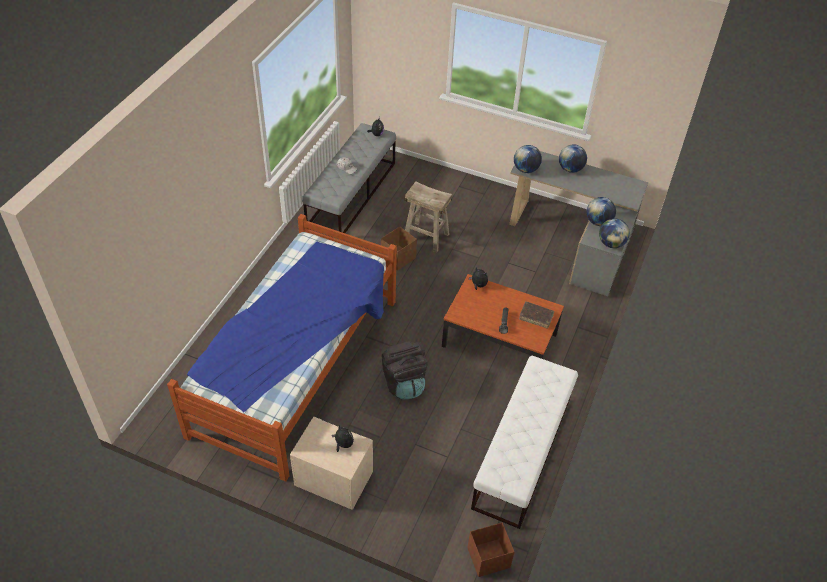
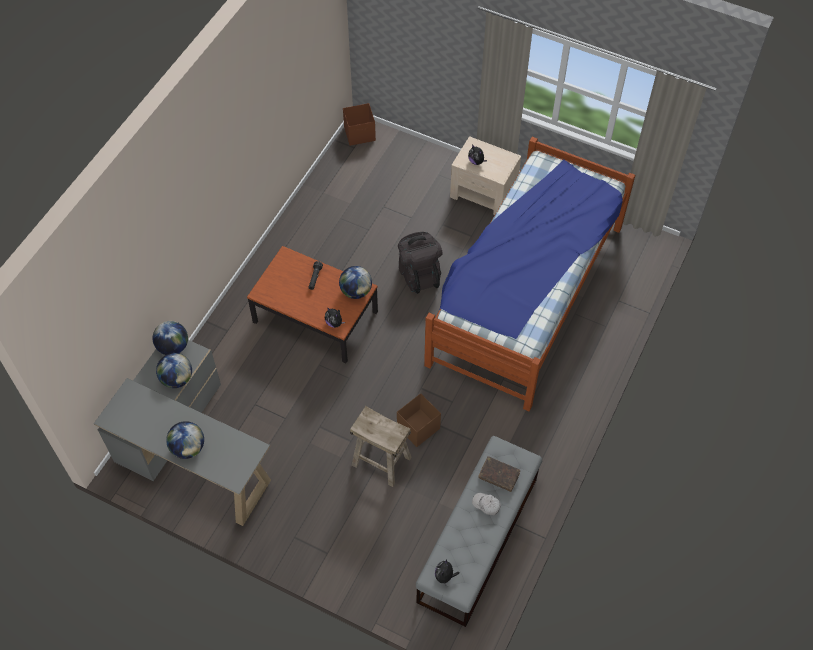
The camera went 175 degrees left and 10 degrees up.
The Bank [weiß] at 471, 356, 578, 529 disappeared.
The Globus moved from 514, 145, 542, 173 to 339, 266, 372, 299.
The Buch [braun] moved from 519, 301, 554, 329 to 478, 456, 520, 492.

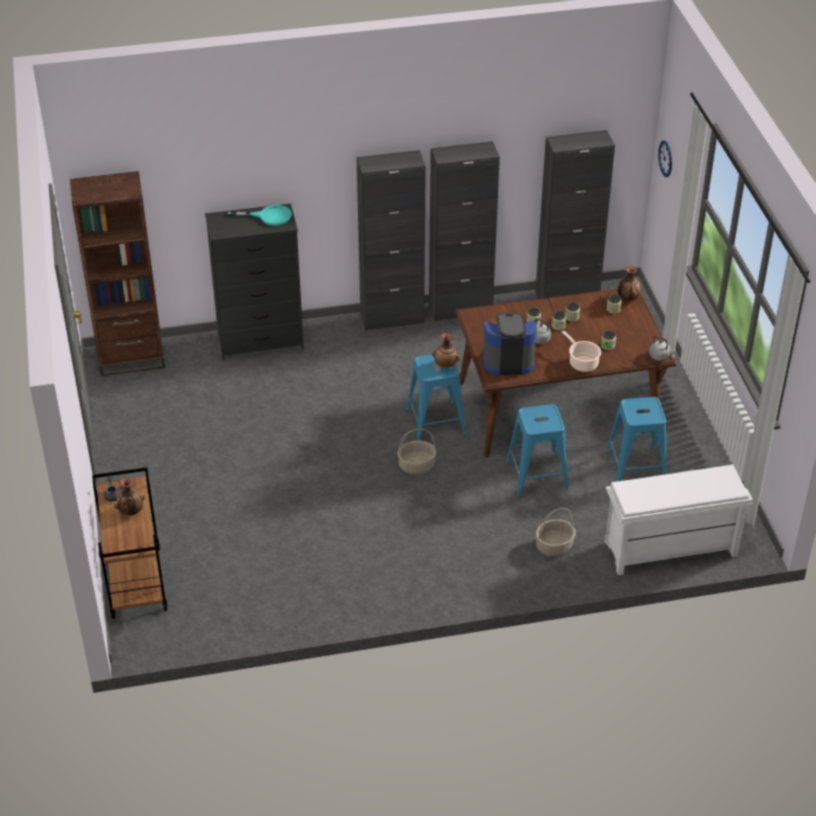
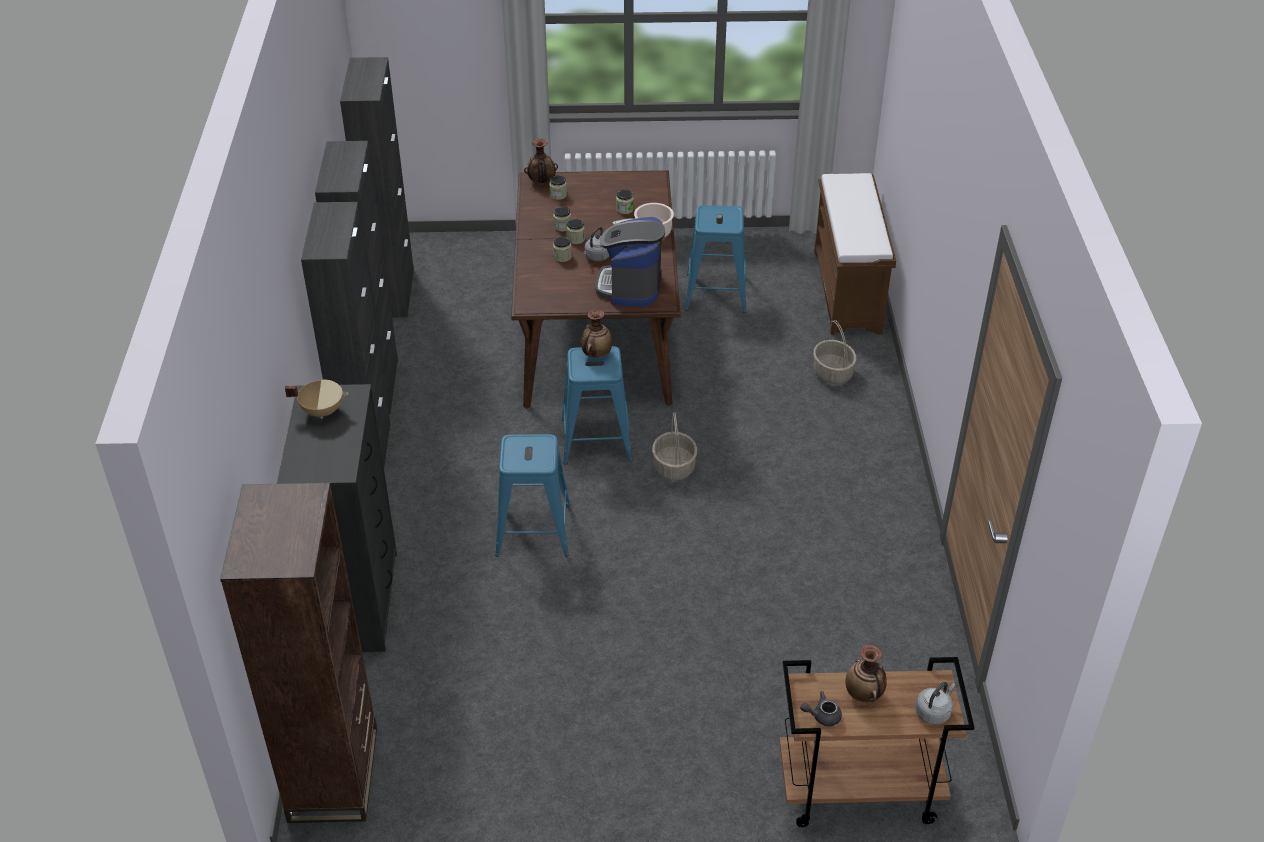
The camera went 80 degrees left and 0 degrees up.
The Wanduhr at 658, 141, 672, 177 disappeared.
The Hocker [blau] moved from 506, 404, 569, 497 to 495, 434, 570, 557.
The Wasserkessel [grau] moved from 649, 336, 675, 361 to 915, 682, 956, 725.
The Pfanne [türkis] at 228, 205, 292, 226 was replaced by the Kochtopf [beige] at 285, 380, 349, 419.
The Bank [weiß] at 605, 465, 753, 575 became the Bank [braun] at 814, 173, 896, 335.

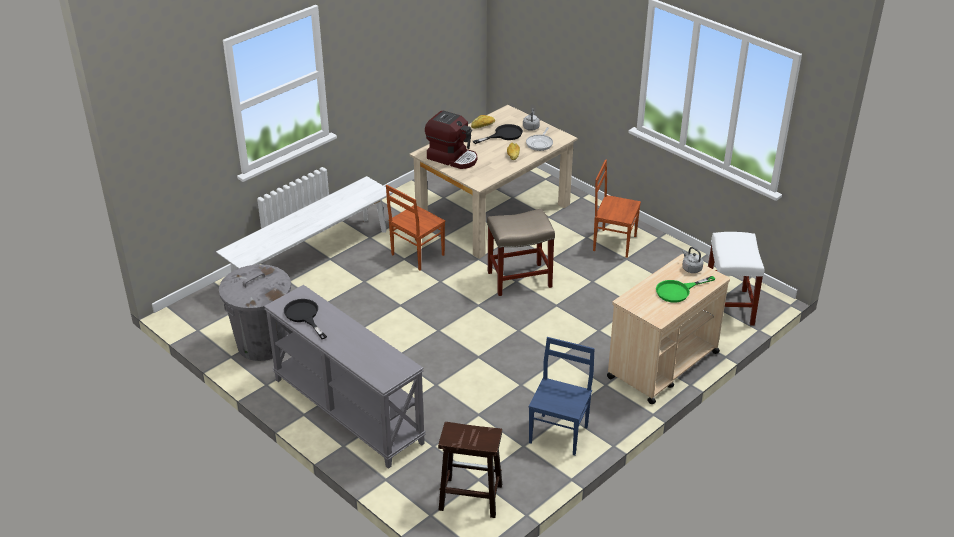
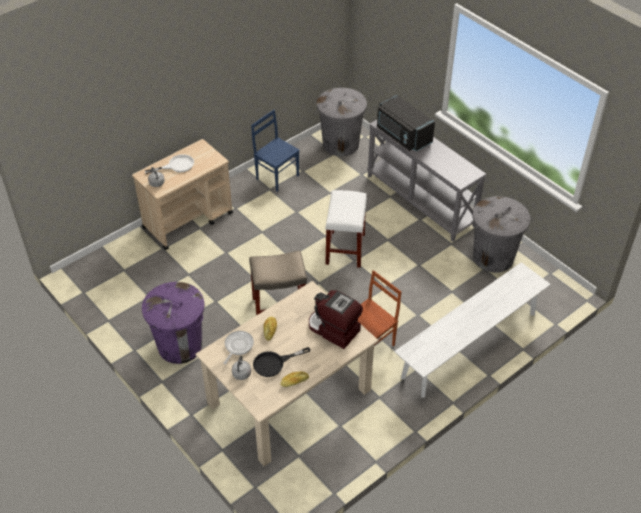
The camera went 175 degrees left and 10 degrees up.
The Pfanne [schwarz] at 284, 299, 327, 339 disappeared.
The Mikrowelle [schwarz] at 377, 94, 435, 152 appeared.
The Hocker [weiß] moved from 708, 232, 764, 326 to 325, 190, 367, 268.
The Hocker [braun] at 438, 422, 502, 518 was replaced by the Mülleimer [grau] at 317, 88, 367, 156.
The Stuhl [braun] at 593, 159, 641, 258 was replaced by the Mülleimer [lila] at 142, 282, 204, 364.
The Pfanne [grün] at 656, 276, 715, 303 became the Pfanne [weiß] at 145, 154, 194, 174.
The Stuhl [blau] at 528, 337, 595, 456 turned 105 degrees clockwise.

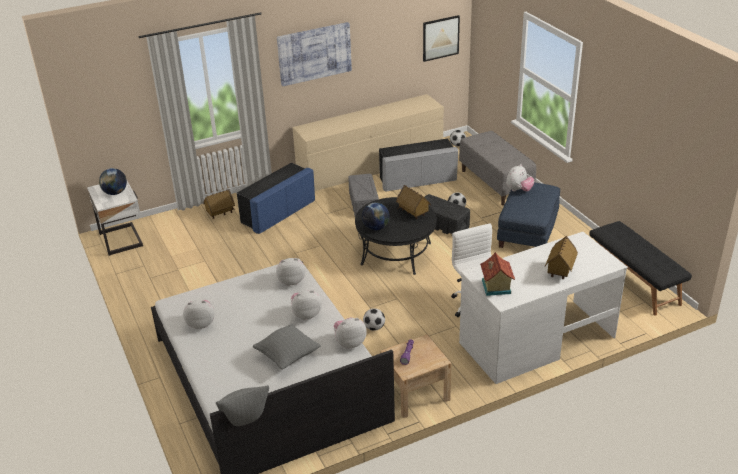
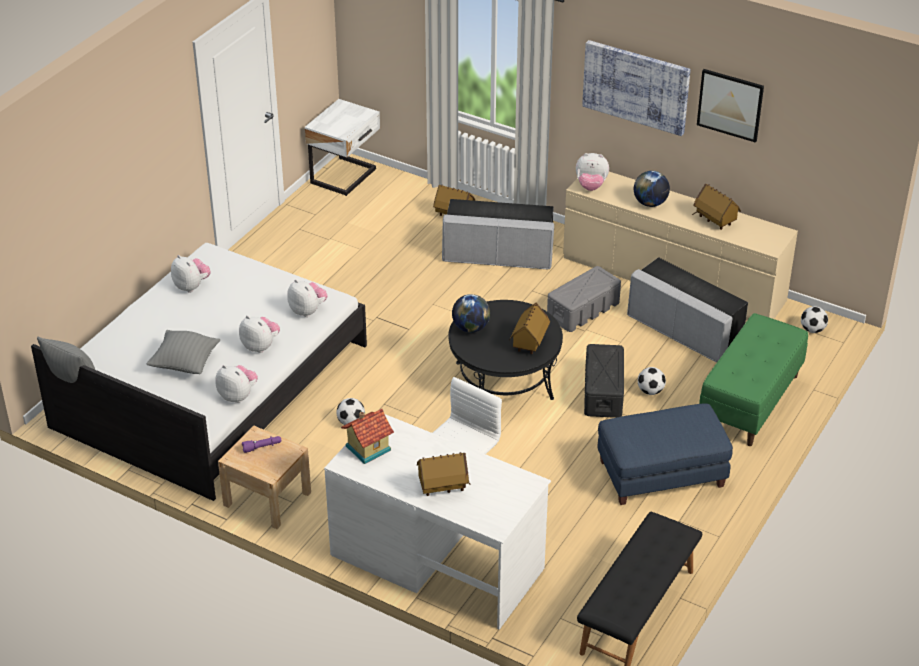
The camera went 55 degrees right and 5 degrees up.
The Spielzeughaus at 692, 183, 741, 230 appeared.
The Globus moved from 99, 168, 127, 195 to 634, 171, 670, 207.
The Bild moved from 423, 15, 460, 62 to 697, 69, 764, 143.
The Plüschtier moved from 506, 164, 535, 192 to 576, 153, 609, 191.
The Polsterhocker [blau] at 237, 163, 315, 234 became the Polsterhocker [grau] at 442, 199, 554, 269.
The Bank [grau] at 459, 131, 536, 206 became the Bank [grün] at 699, 313, 808, 446.

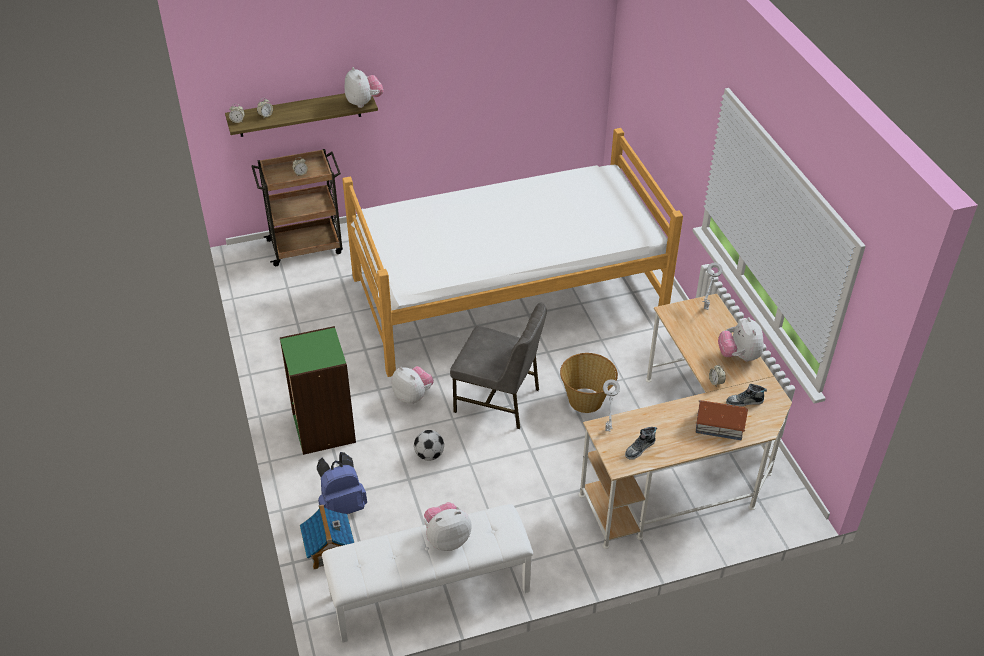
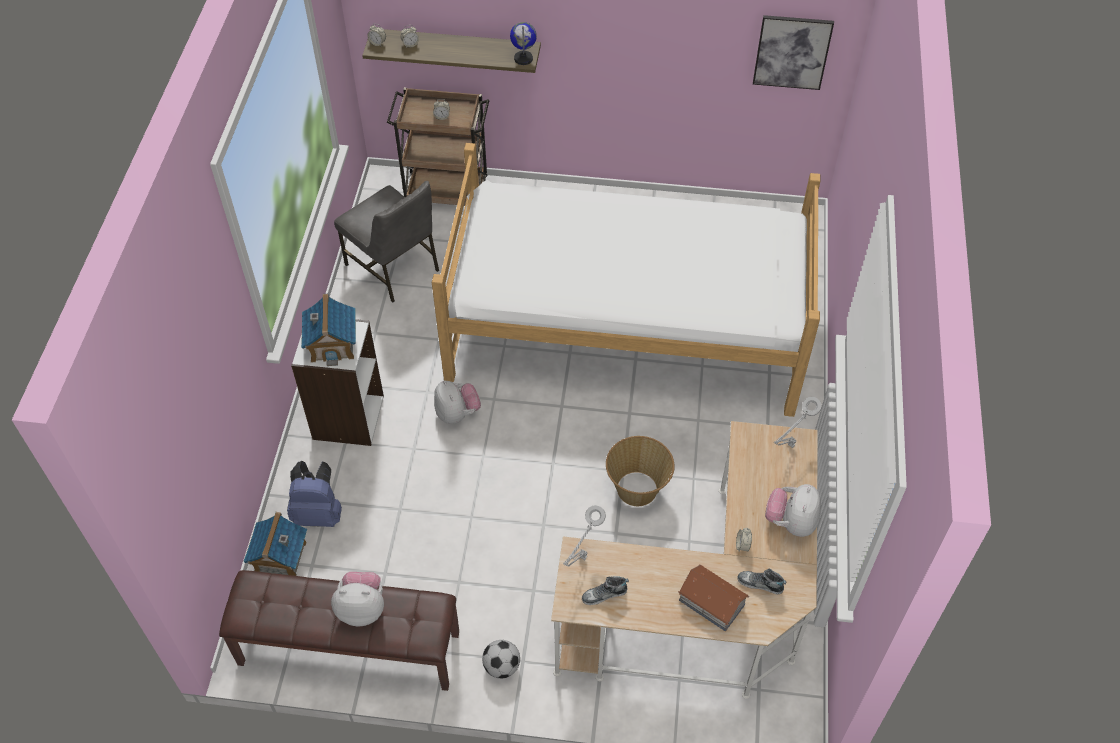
The camera went 25 degrees right and 10 degrees up.
The Spielzeughaus at 301, 294, 356, 366 appeared.
The Bild at 753, 15, 834, 90 appeared.
The Fußball moved from 414, 430, 444, 461 to 482, 640, 520, 679.
The Stuhl [grau] moved from 450, 302, 547, 429 to 334, 181, 439, 302.
The Plüschtier at 345, 67, 383, 108 was replaced by the Globus at 510, 22, 537, 65.
The Bücherregal [grün] at 280, 326, 356, 455 became the Bücherregal [weiß] at 291, 319, 384, 446.
The Bank [weiß] at 322, 504, 533, 643 became the Bank [braun] at 219, 570, 459, 691.

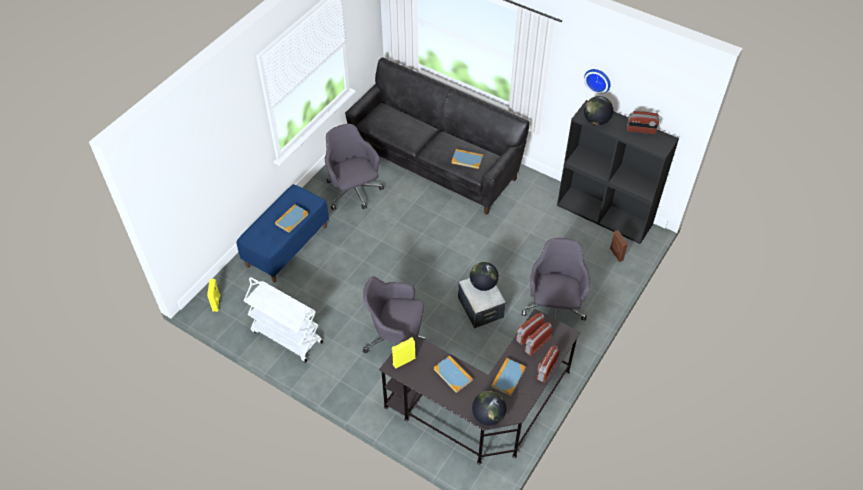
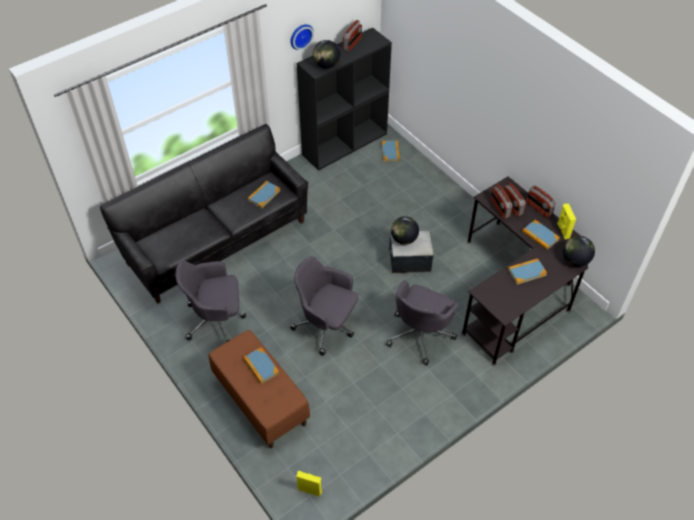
The camera went 70 degrees left and 0 degrees up.
The Rollwagen [weiß] at 244, 277, 323, 363 disappeared.
The Lautsprecher [gelb] moved from 392, 337, 415, 368 to 557, 203, 576, 239.
The Bürostuhl [grau] moved from 522, 238, 590, 320 to 290, 256, 358, 356.
The Lautsprecher [braun] at 610, 230, 628, 262 was replaced by the Buch at 382, 141, 400, 162.
The Bank [blau] at 237, 184, 329, 283 became the Bank [braun] at 209, 330, 310, 448.

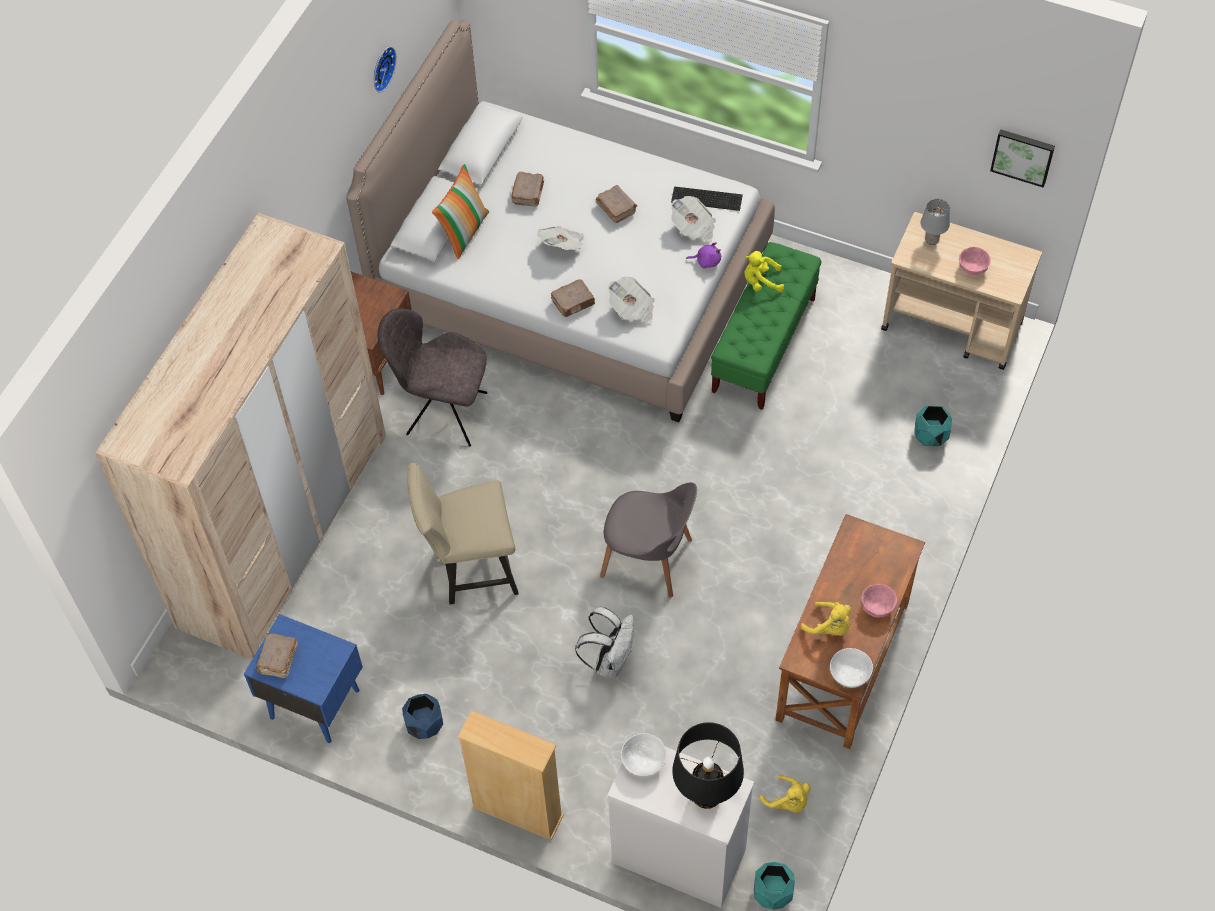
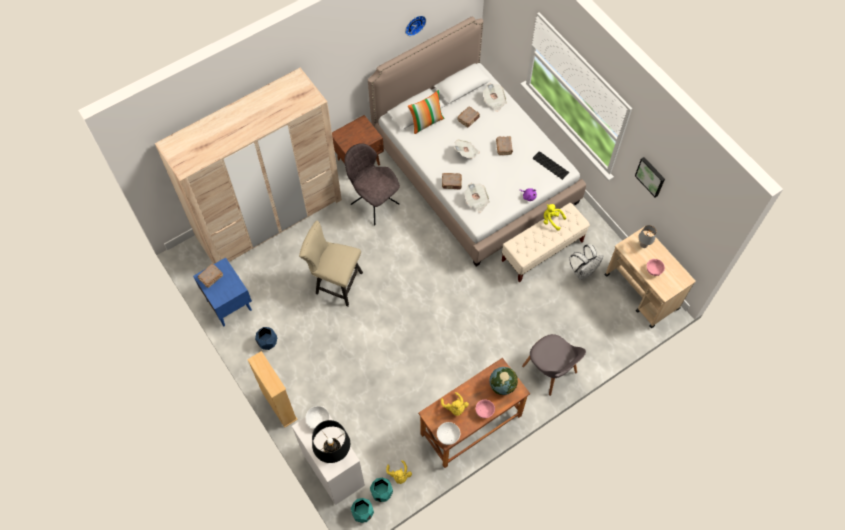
The camera went 30 degrees right and 5 degrees up.
The Globus at 489, 367, 518, 395 appeared.
The Rucksack [weiß] moved from 575, 607, 634, 678 to 570, 244, 604, 280.
The Stuhl [grau] moved from 600, 482, 697, 597 to 522, 334, 586, 396.
The Zeitung moved from 671, 196, 716, 243 to 483, 83, 507, 112.
The Pflanzkübel [türkis] moved from 914, 406, 952, 446 to 370, 478, 393, 502.
The Bild moved from 990, 129, 1055, 188 to 635, 157, 665, 197.
The Bank [grün] at 711, 242, 821, 410 became the Bank [beige] at 502, 203, 590, 282.

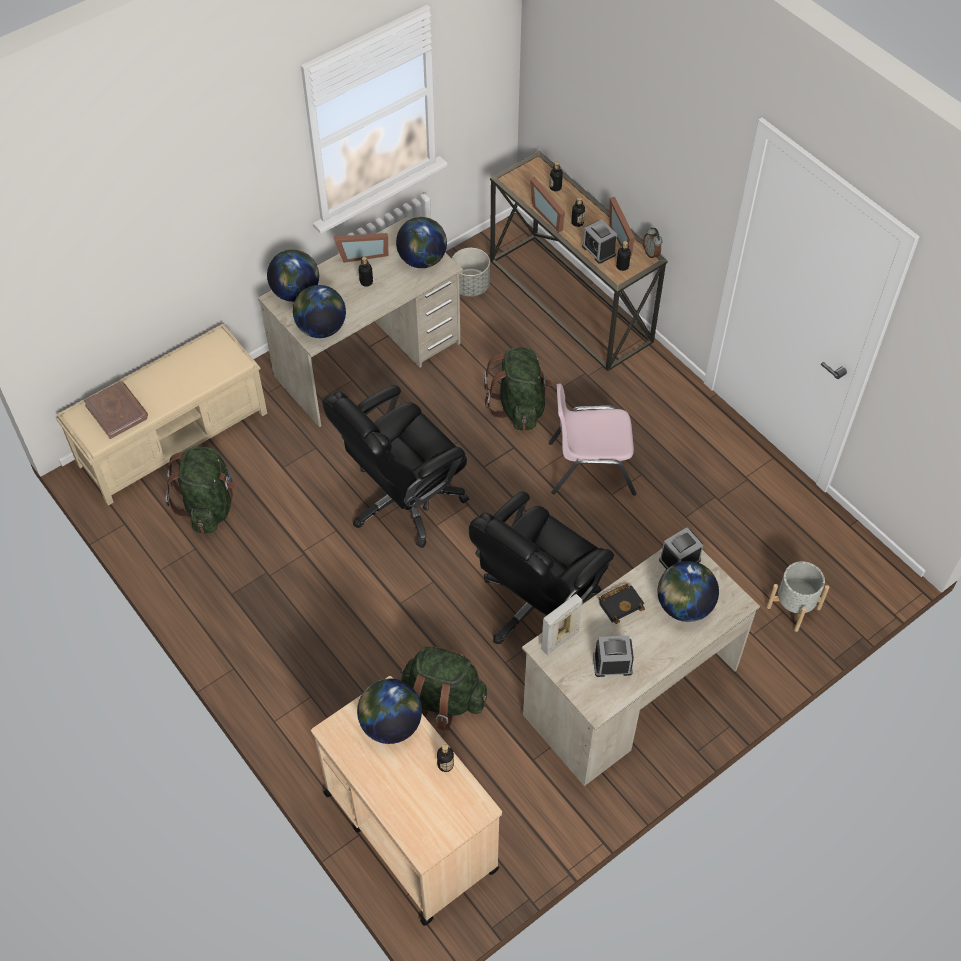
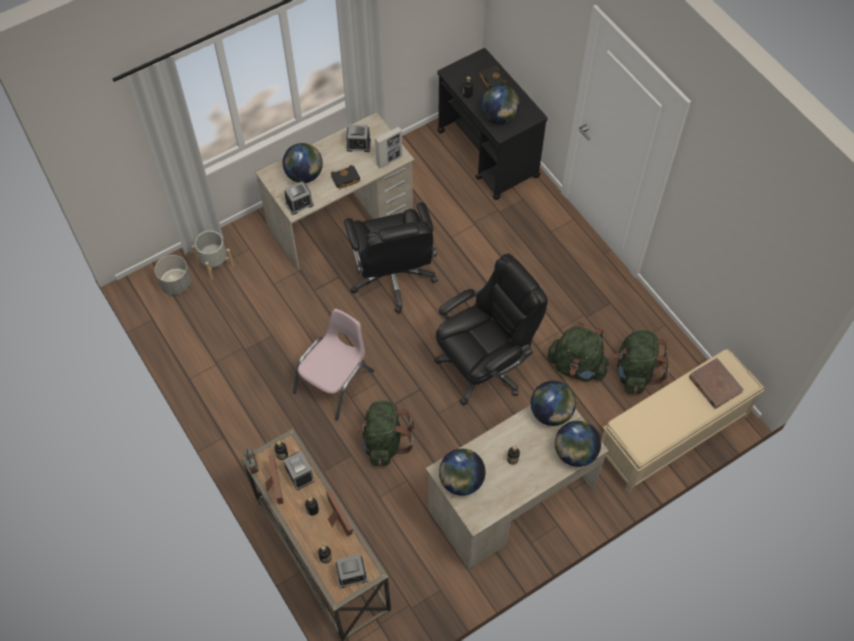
The camera went 175 degrees left and 5 degrees up.
The Bilderrahmen at 333, 233, 388, 263 disappeared.
The Wecker at 336, 554, 368, 588 appeared.
The Buch [schwarz] at 479, 66, 507, 89 appeared.
The Rucksack [grün] moved from 400, 647, 487, 730 to 547, 322, 610, 381.
The Pflanzkübel [grau] moved from 452, 248, 490, 297 to 155, 255, 191, 295.
The Rollwagen [beige] at 311, 676, 502, 926 became the Rollwagen [schwarz] at 437, 48, 548, 200.
The Bürostuhl [schwarz] at 469, 491, 614, 644 turned 120 degrees clockwise.
The Stuhl [rosa] at 549, 383, 636, 496 turned 60 degrees counterclockwise.

